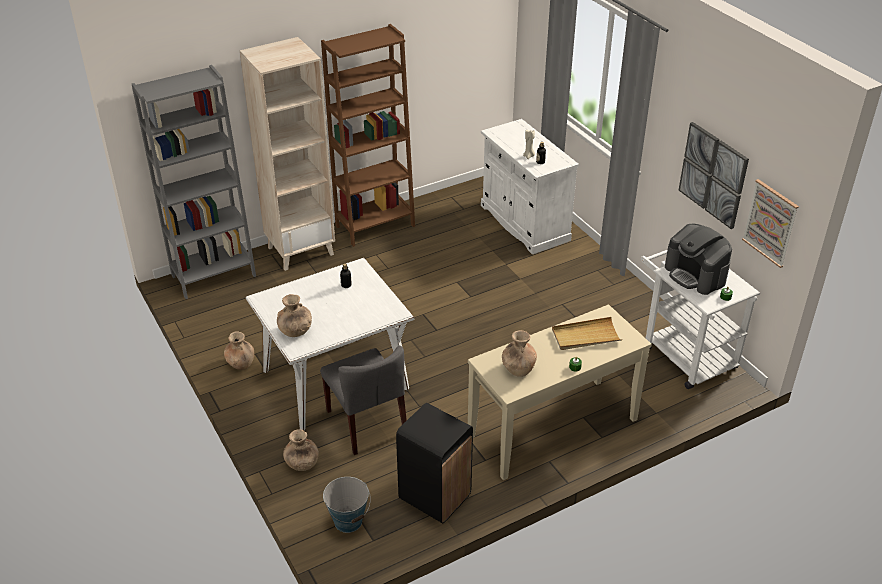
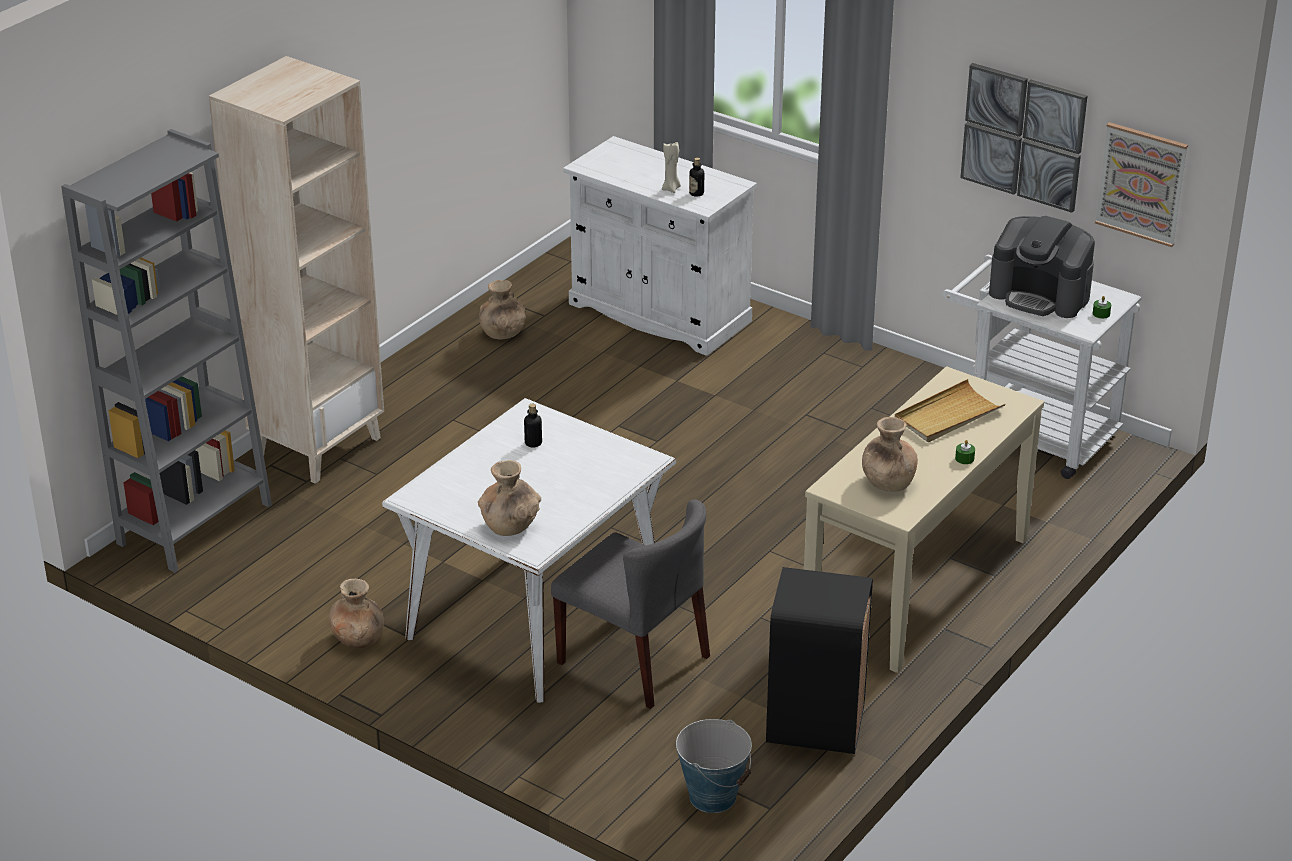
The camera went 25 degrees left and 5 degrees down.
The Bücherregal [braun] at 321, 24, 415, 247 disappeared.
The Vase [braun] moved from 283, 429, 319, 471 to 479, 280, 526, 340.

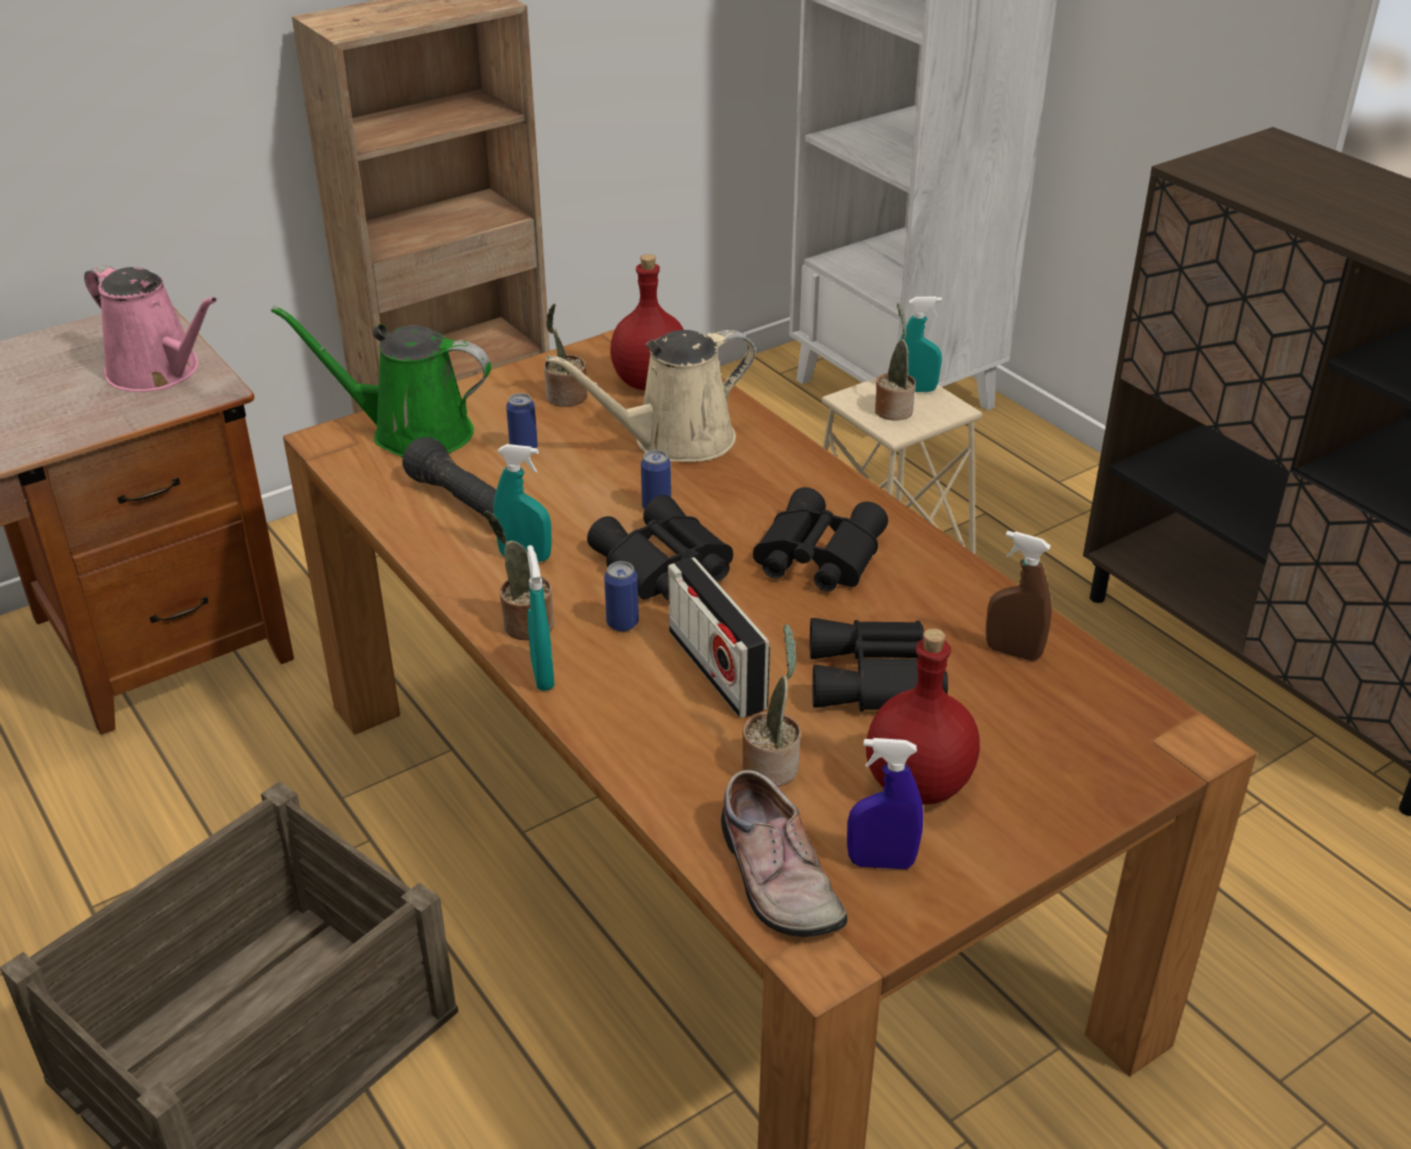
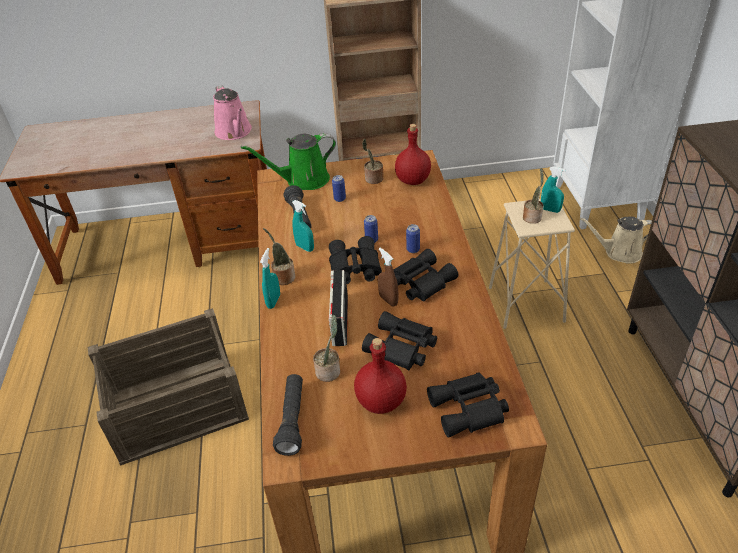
The camera went 30 degrees right and 5 degrees up.
The Sprühflasche [blau] at 847, 738, 923, 869 disappeared.
The Fernglas [schwarz] at 427, 372, 509, 438 appeared.
The Gießkanne [beige] moved from 546, 330, 755, 462 to 580, 216, 652, 264.
The Dose moved from 604, 561, 639, 632 to 406, 224, 420, 253.
The Sprühflasche [braun] moved from 986, 531, 1052, 661 to 378, 248, 398, 307.
The Schuh at 721, 770, 847, 937 was replaced by the Taschenlampe [schwarz] at 273, 374, 303, 456.
The Gießkanne [grün] at 271, 306, 491, 457 turned 60 degrees counterclockwise.

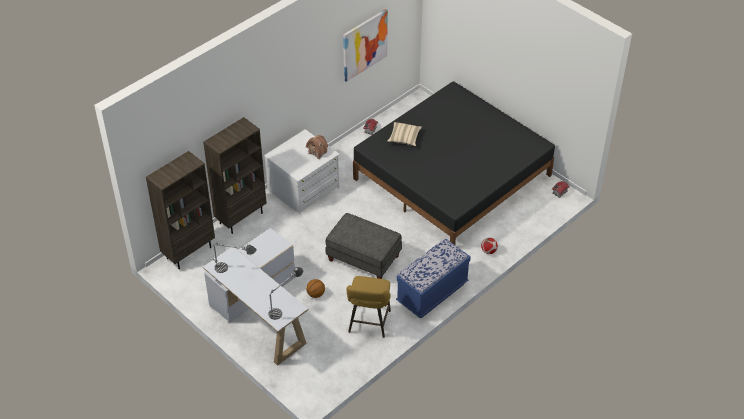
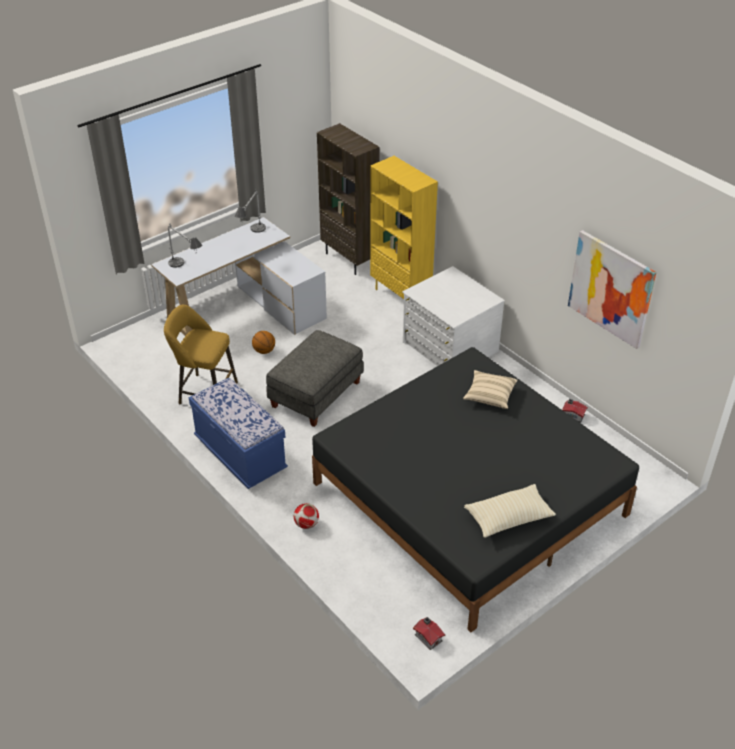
The camera went 95 degrees right and 5 degrees down.
The Spielzeughaus at 306, 135, 328, 160 disappeared.
The Kissen [beige] at 464, 484, 556, 538 appeared.
The Bücherregal [braun] at 203, 117, 267, 234 became the Bücherregal [gelb] at 370, 156, 438, 299.

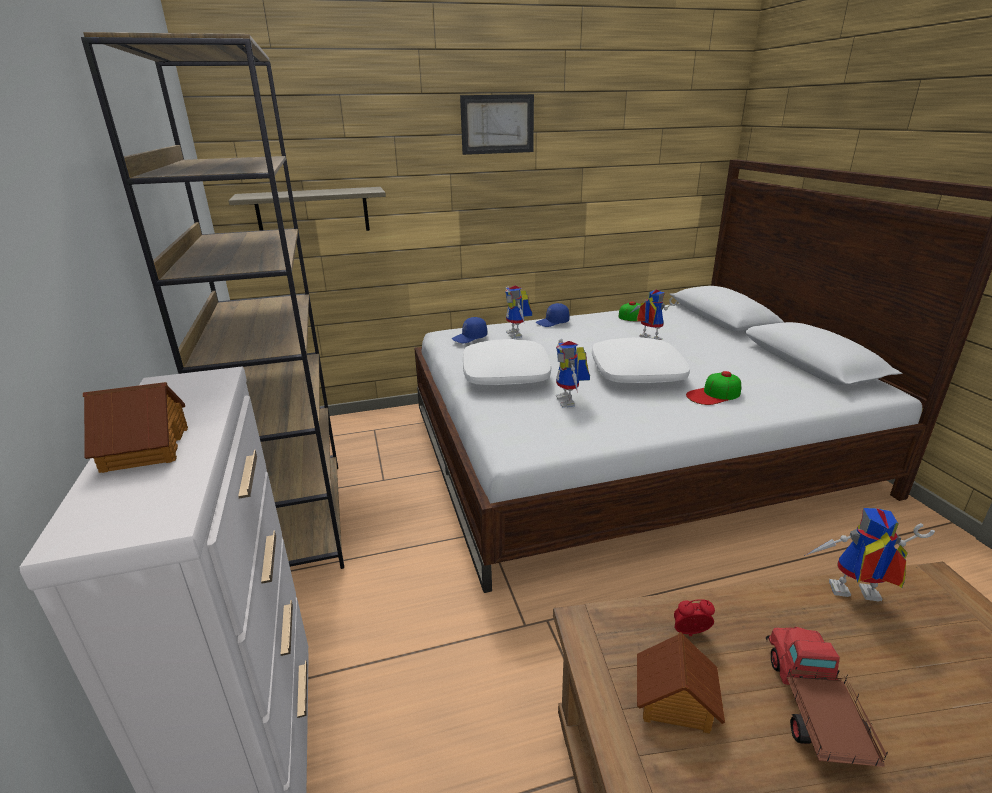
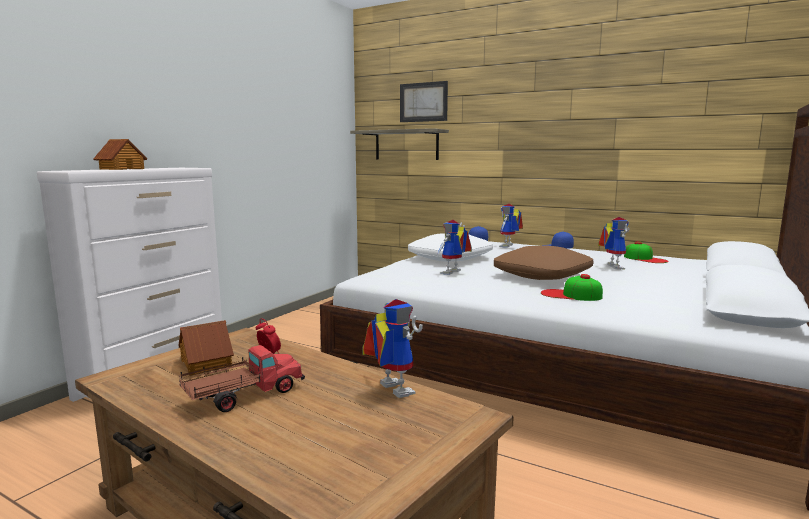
The camera went 45 degrees right and 15 degrees down.
The Bücherregal [braun] at 81, 32, 344, 569 disappeared.
The Bild moved from 460, 94, 534, 155 to 400, 81, 448, 122.
The Kissen [weiß] at 592, 338, 690, 384 became the Kissen [braun] at 494, 245, 594, 280.

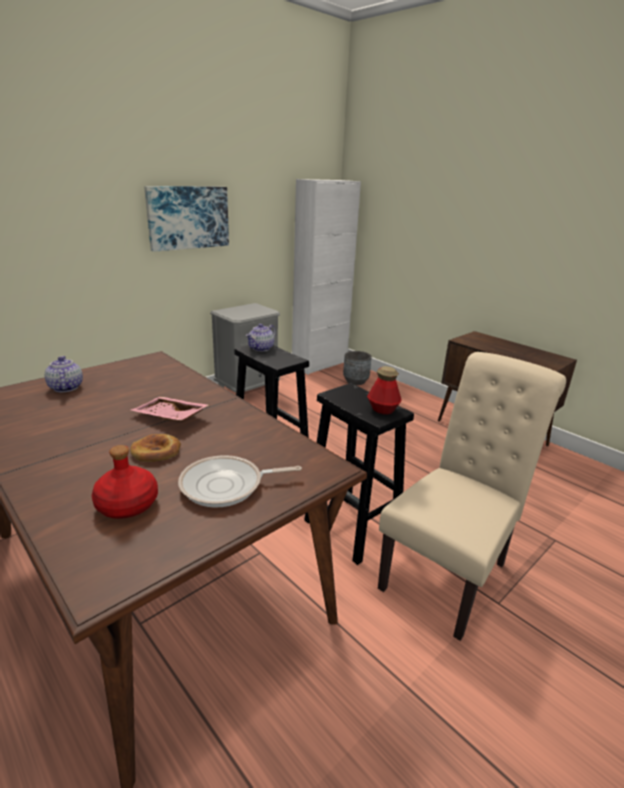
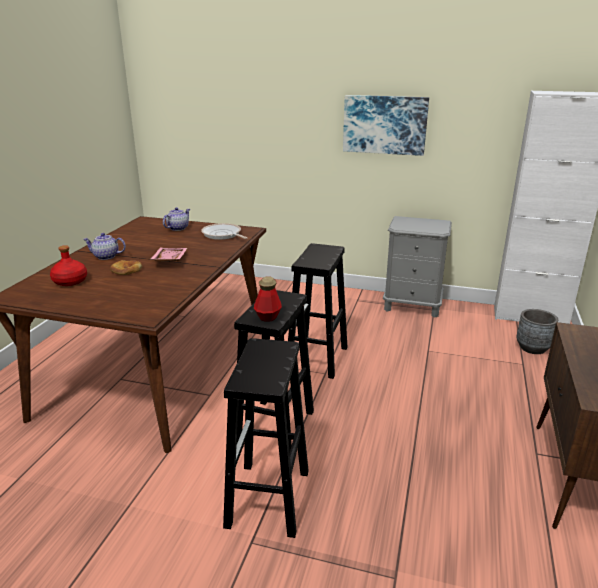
The camera went 60 degrees right and 0 degrees up.
The Pfanne moved from 178, 455, 302, 508 to 201, 223, 248, 240.
The Teekanne moved from 246, 324, 276, 351 to 83, 233, 126, 260.
The Stuhl [beige] at 378, 352, 566, 641 was replaced by the Hocker [schwarz] at 223, 338, 309, 538.

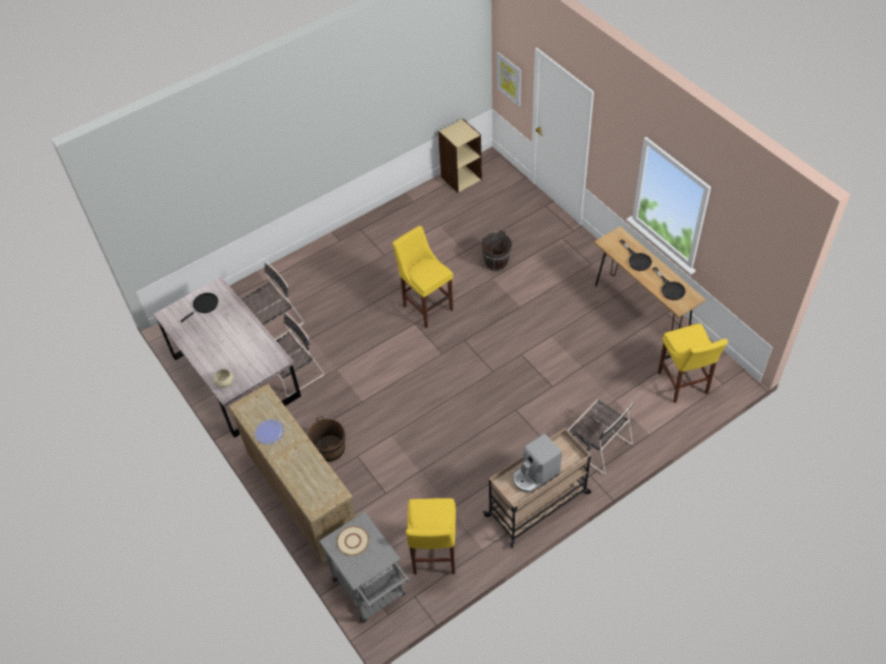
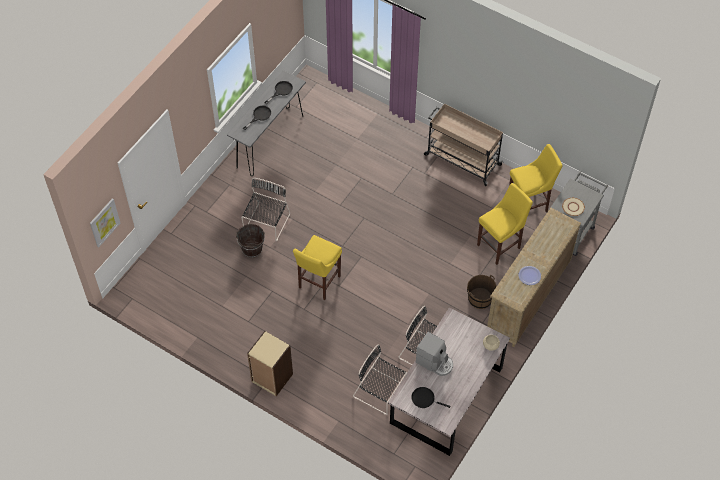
The camera went 115 degrees left and 5 degrees up.
The Bücherregal [beige] moved from 438, 119, 482, 193 to 247, 331, 293, 396.
The Kaffeemaschine moved from 513, 433, 562, 493 to 416, 332, 453, 376.
The Stuhl [schwarz] moved from 568, 399, 633, 474 to 241, 178, 290, 241.
The Hocker [gelb] moved from 658, 323, 728, 403 to 477, 183, 533, 265.
The Konsolentisch [braun] at 594, 226, 706, 355 became the Konsolentisch [grau] at 227, 70, 306, 176.

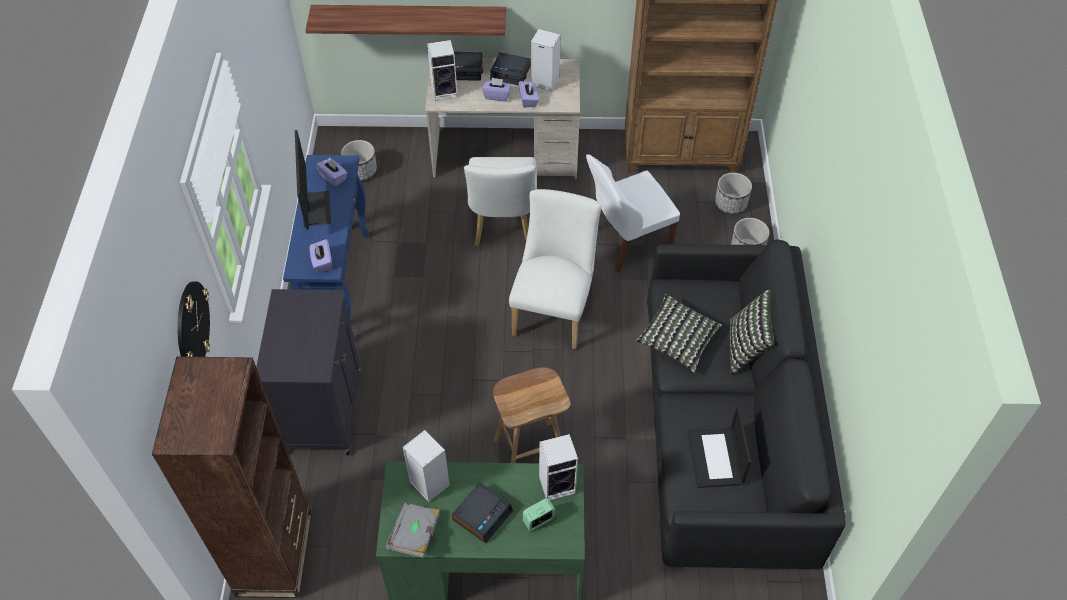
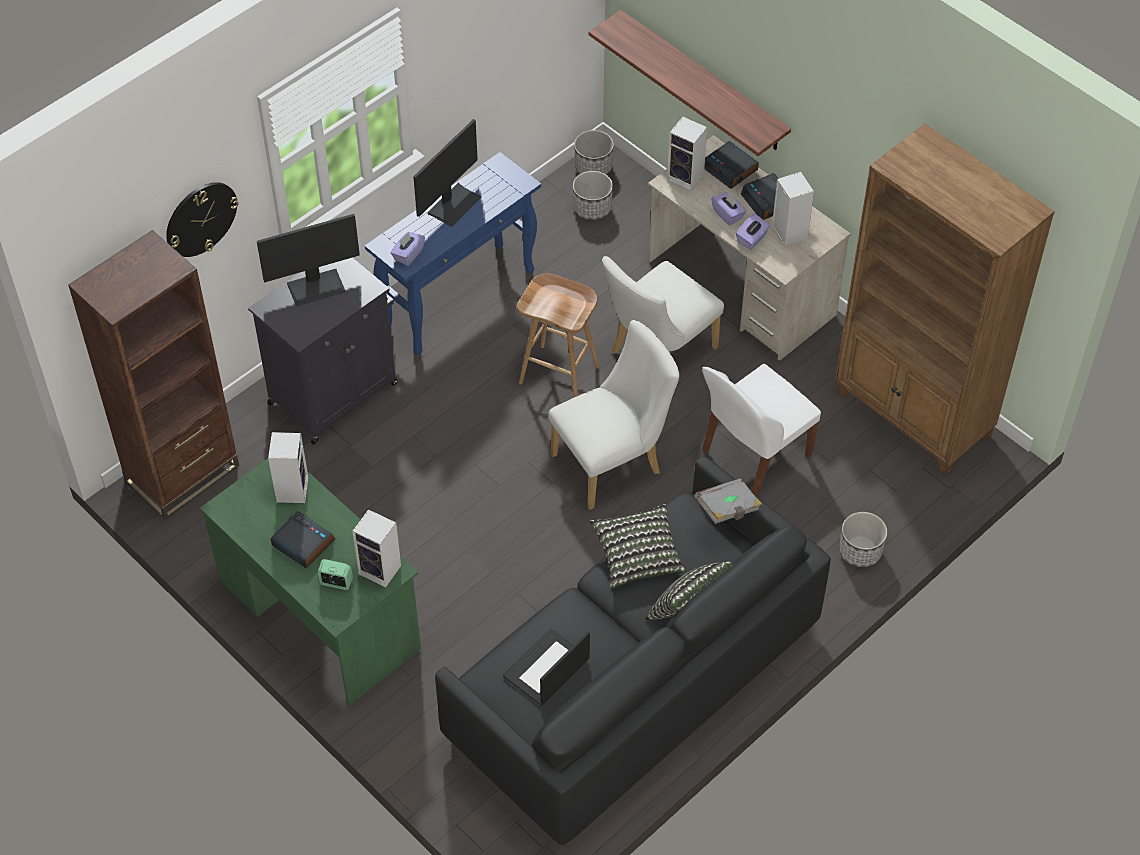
The camera went 45 degrees right and 0 degrees up.
The Taschentuchbox [lila] at 316, 157, 347, 187 disappeared.
The Monitor at 257, 214, 360, 307 appeared.
The Buch [grau] moved from 386, 503, 440, 558 to 695, 478, 762, 524.
The Hocker [braun] moved from 493, 367, 571, 463 to 517, 274, 599, 397.
The Pflanzkübel moved from 715, 173, 752, 214 to 574, 130, 614, 175.
The Wecker at 452, 482, 513, 543 turned 135 degrees counterclockwise.
The Stuhl [weiß] at 586, 154, 680, 273 turned 60 degrees counterclockwise.

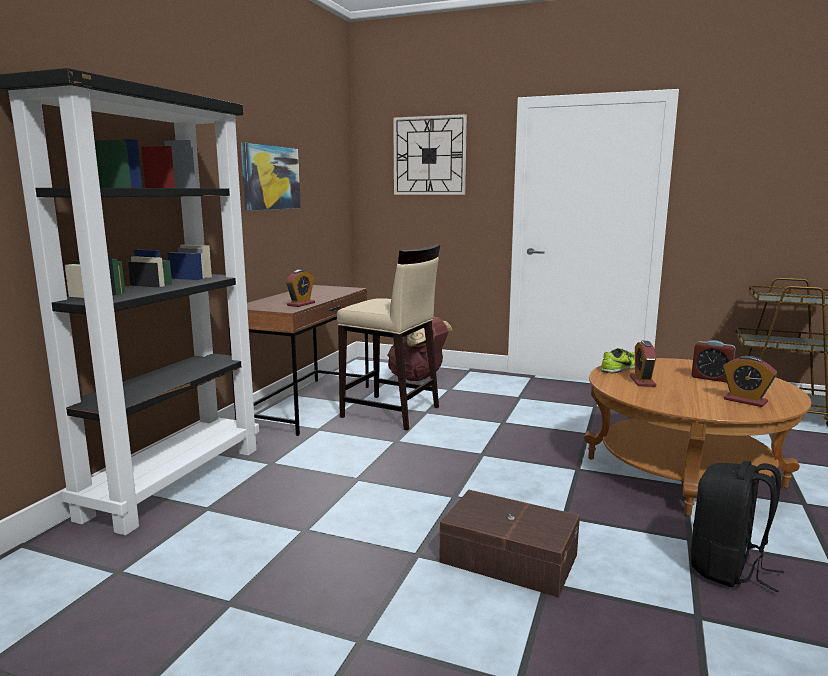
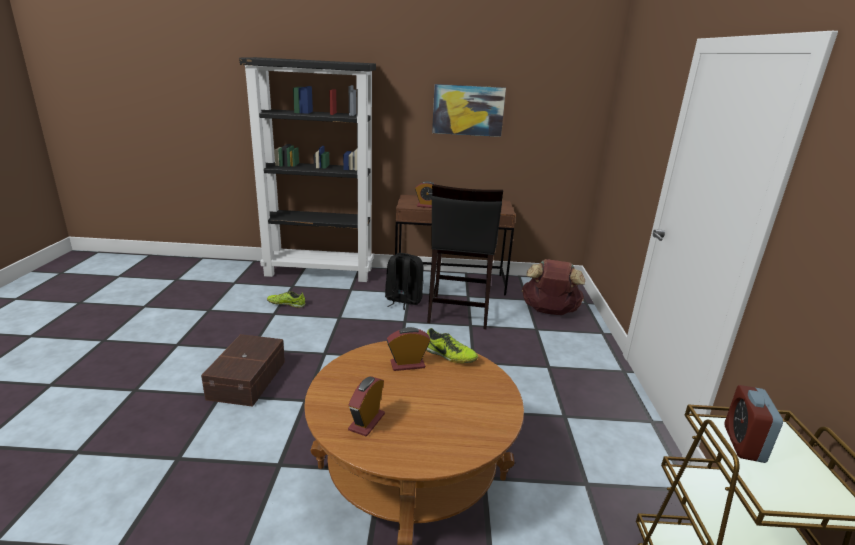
The camera went 70 degrees right and 10 degrees up.
The Wanduhr at 393, 114, 467, 195 disappeared.
The Schuh at 267, 291, 306, 308 appeared.
The Wecker moved from 691, 340, 736, 383 to 724, 385, 783, 463.
The Rucksack [schwarz] moved from 691, 461, 784, 593 to 385, 253, 423, 310.
The Hocker [beige] at 337, 244, 440, 431 became the Hocker [schwarz] at 427, 184, 503, 329.

